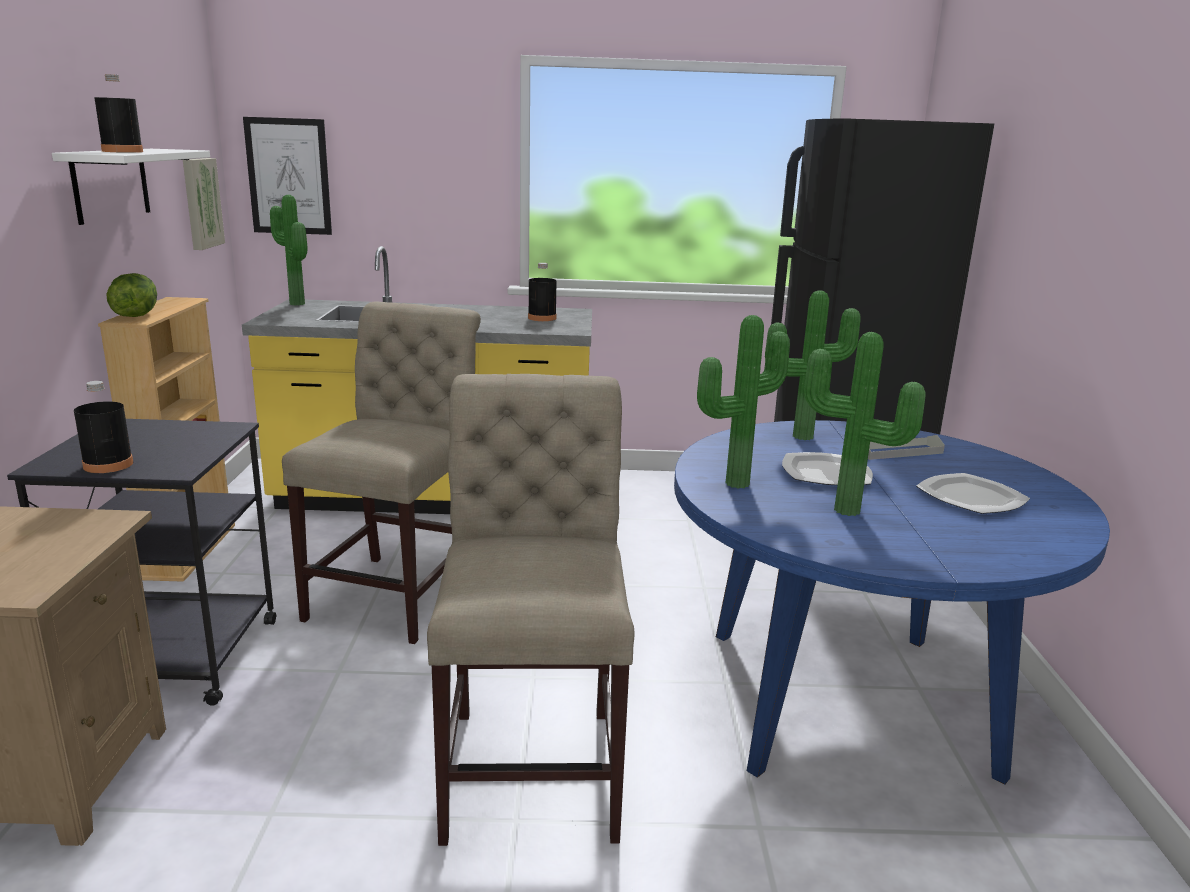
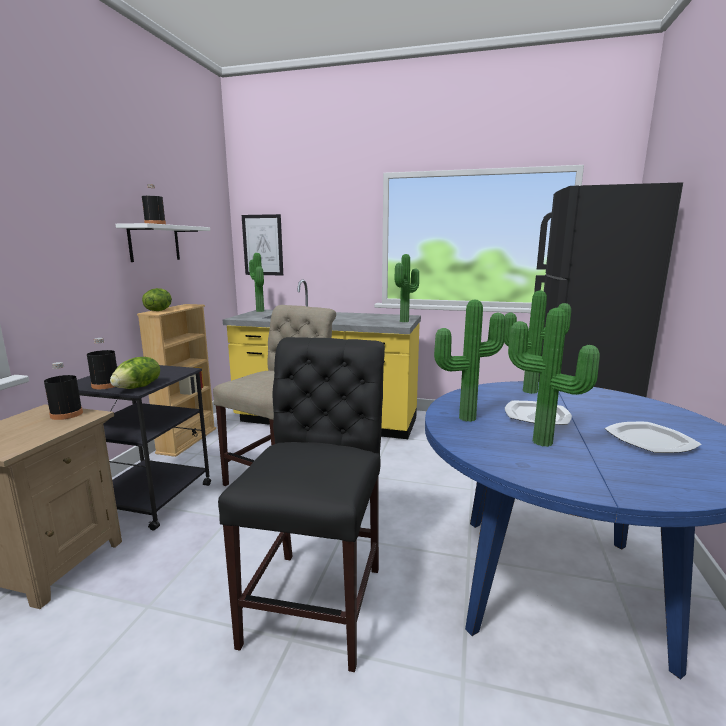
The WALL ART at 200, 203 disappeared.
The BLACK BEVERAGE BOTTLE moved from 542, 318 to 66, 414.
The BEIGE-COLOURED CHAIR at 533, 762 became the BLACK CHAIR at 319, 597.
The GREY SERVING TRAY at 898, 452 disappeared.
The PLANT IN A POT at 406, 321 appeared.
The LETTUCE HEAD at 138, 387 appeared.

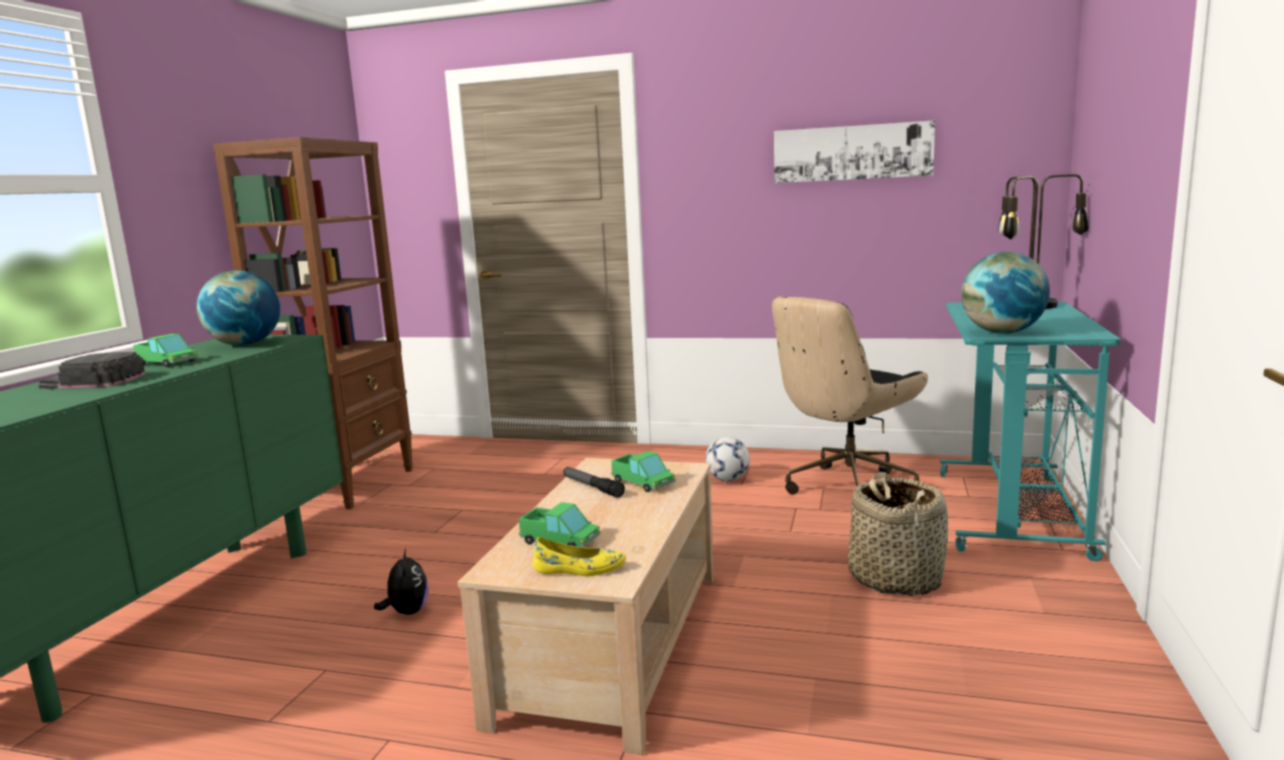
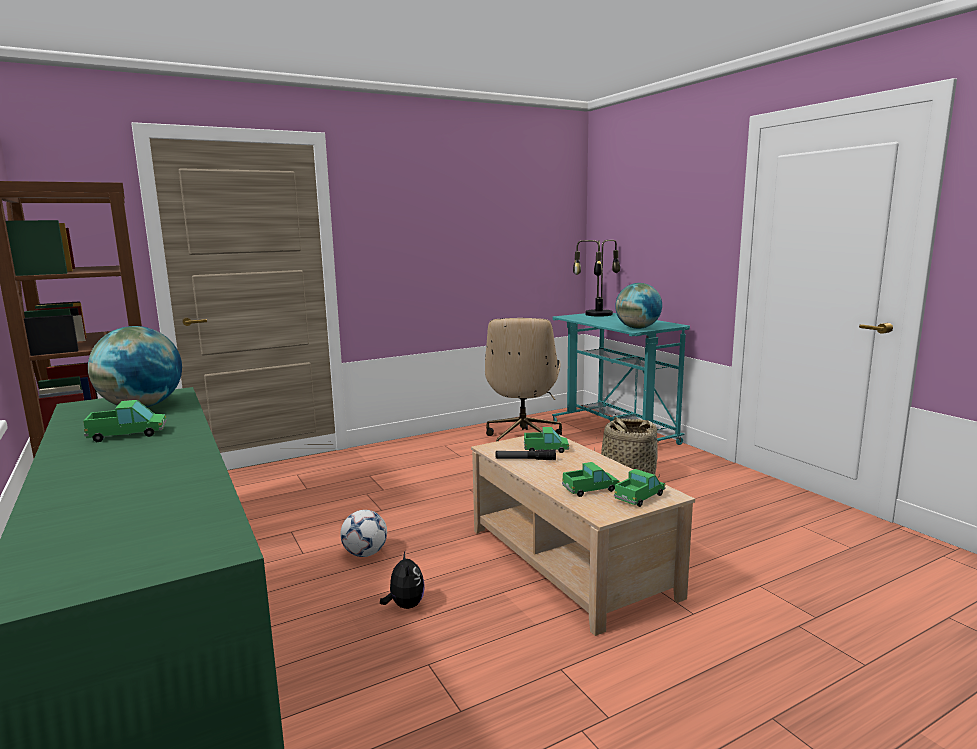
The WALL ART at 852, 153 disappeared.
The BLACK CAP at 92, 381 disappeared.
The FOOTBALL moved from 728, 479 to 365, 554.
The YELLOW LOW SHOE at 579, 569 was replaced by the MODEL TRUCK at 639, 497.
The SOFT TOY at 407, 612 turned 45 degrees clockwise.

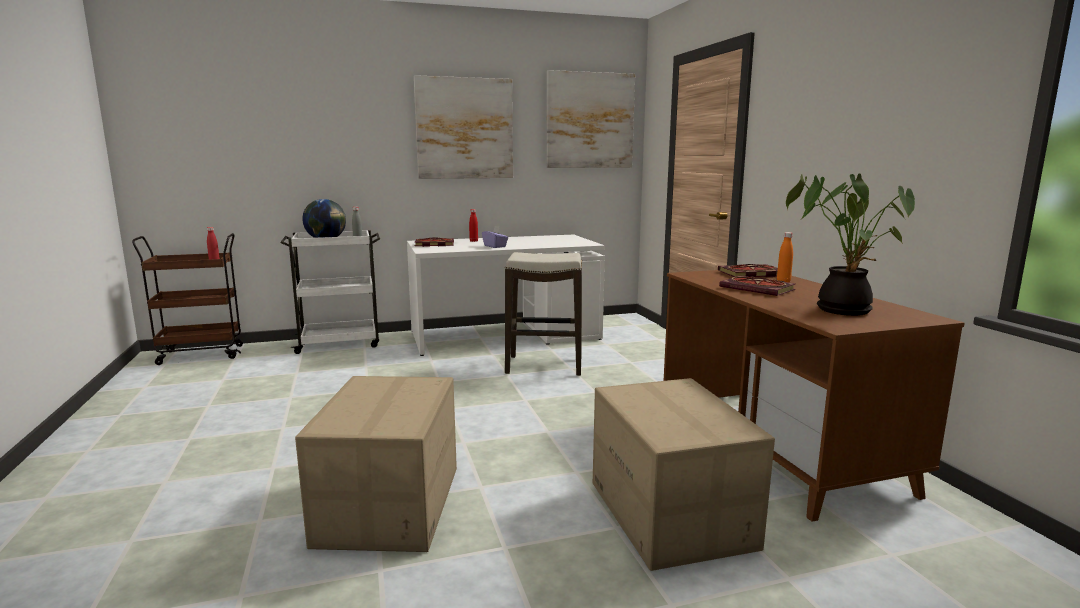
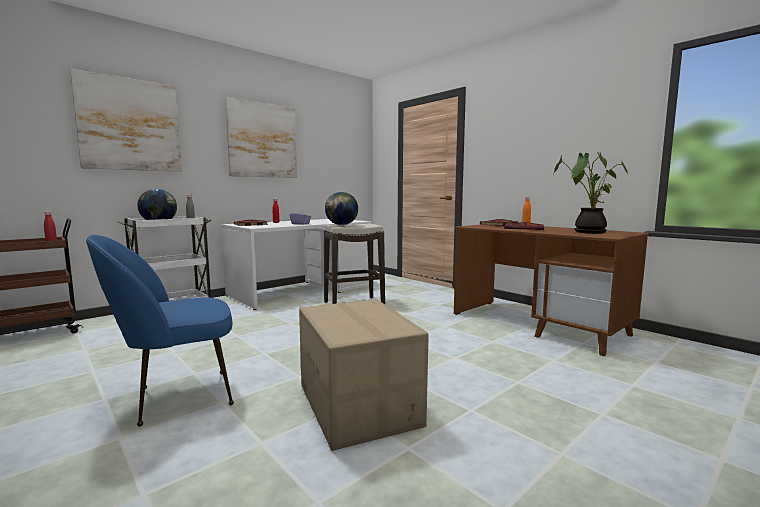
The WALL ART moved from 590, 120 to 130, 125.
The CARTON at 671, 514 disappeared.
The GLOBE at 341, 225 appeared.
The BLUE CHAIR at 175, 398 appeared.

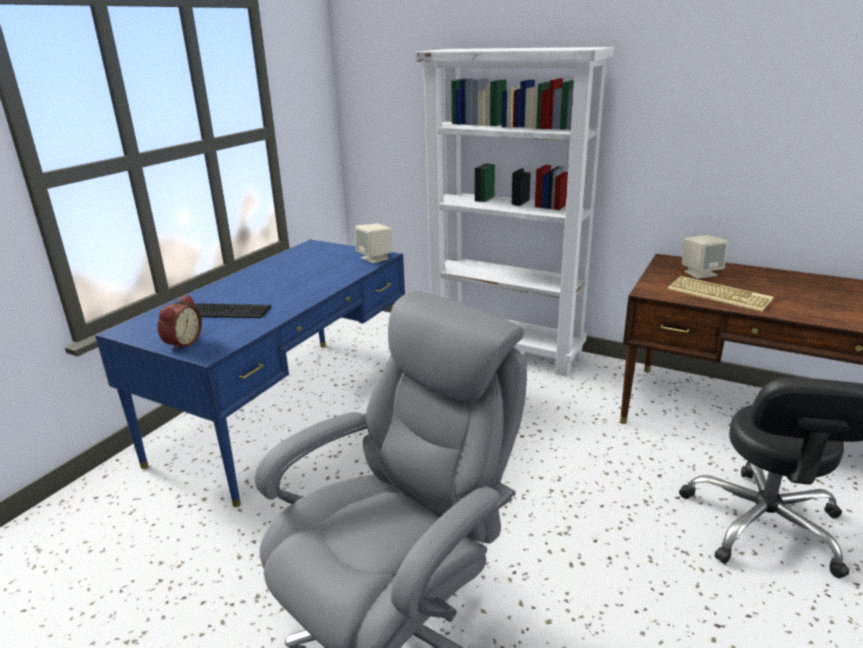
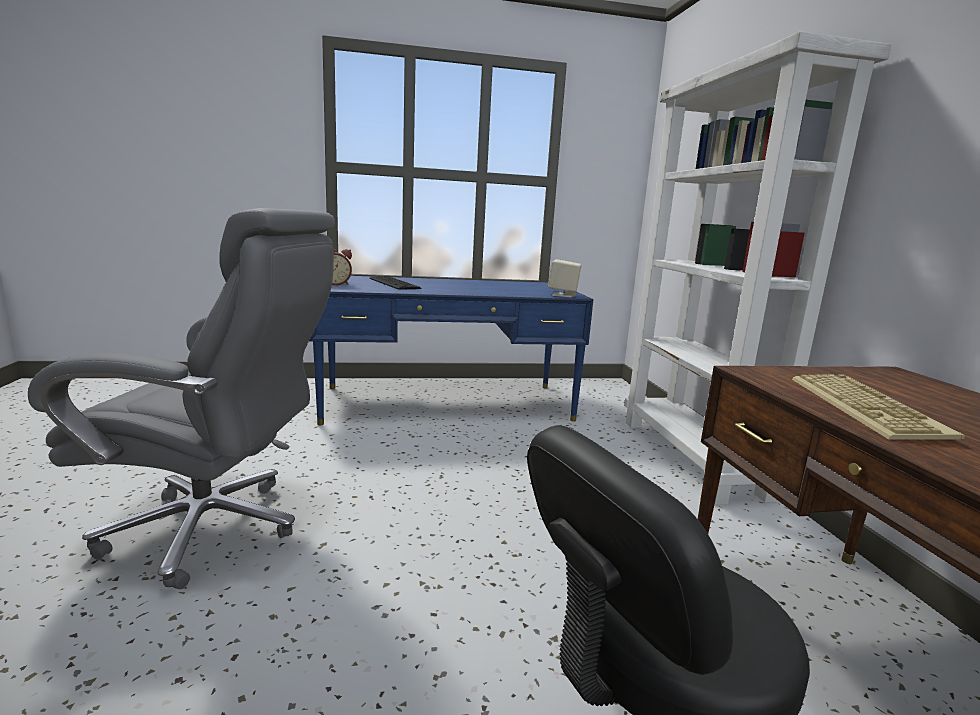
The BEIGE-COLOURED SPEAKER at 700, 273 disappeared.

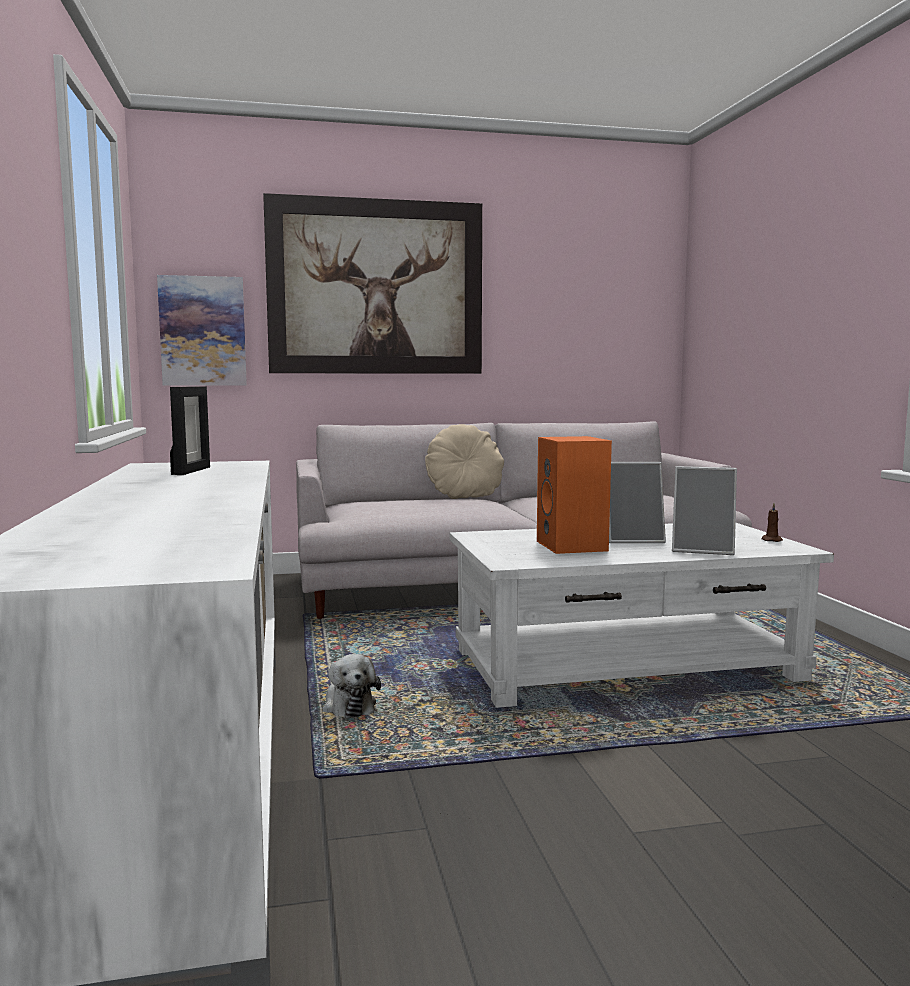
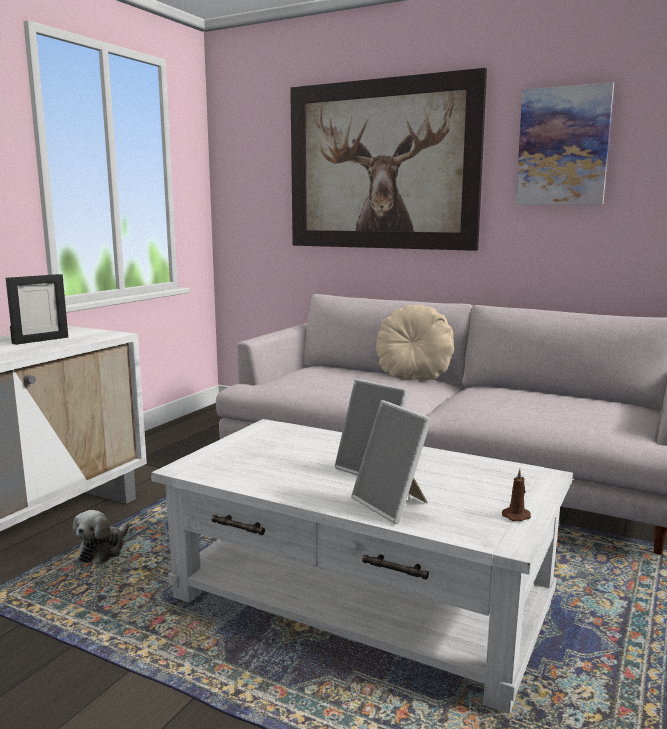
The WALL ART moved from 203, 331 to 563, 147.
The ORANGE SPEAKER at 573, 546 disappeared.

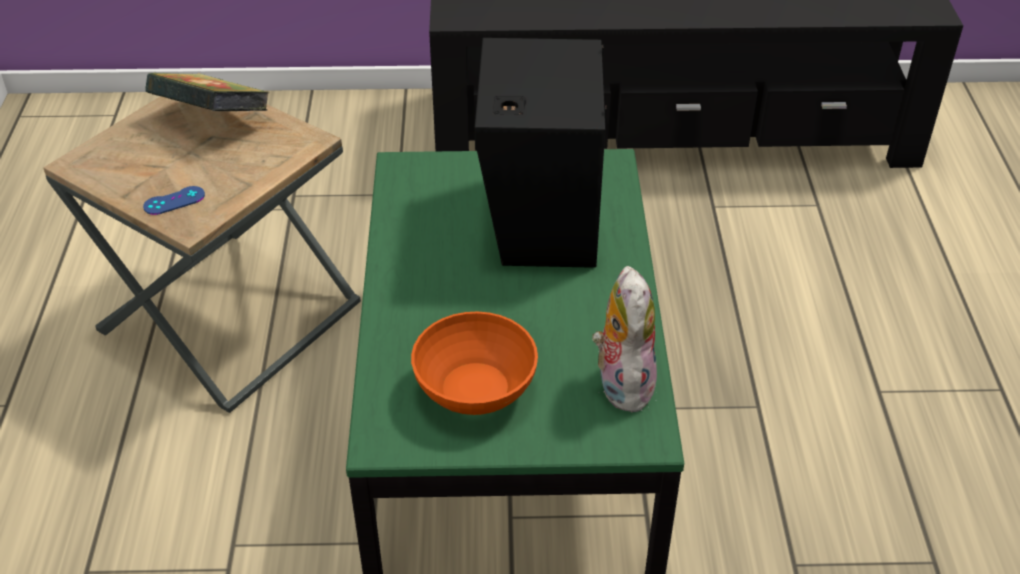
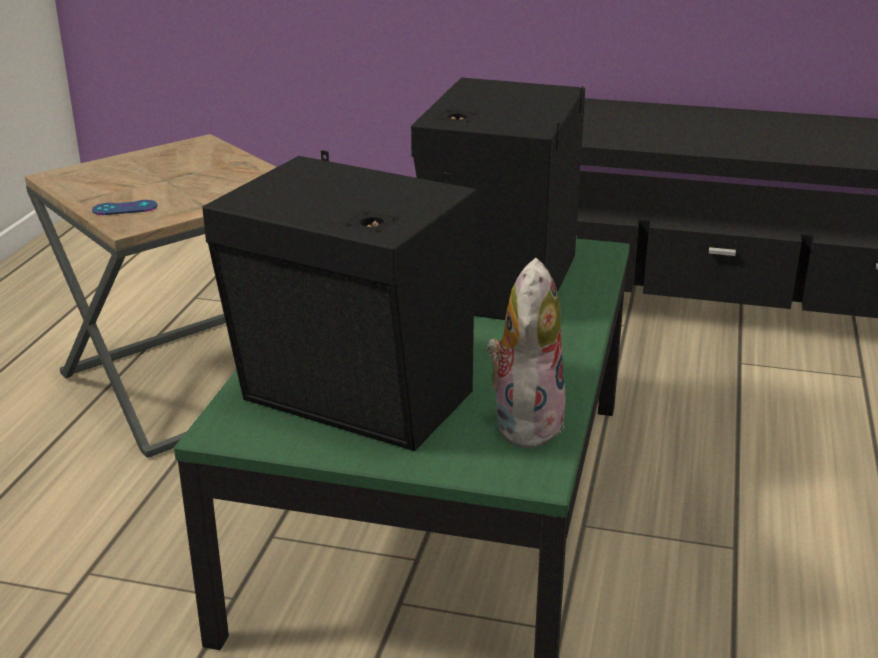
The VOLUME at 213, 120 disappeared.
The ORANGE SERVING BOWL at 476, 388 was replaced by the BLACK SPEAKER at 355, 402.

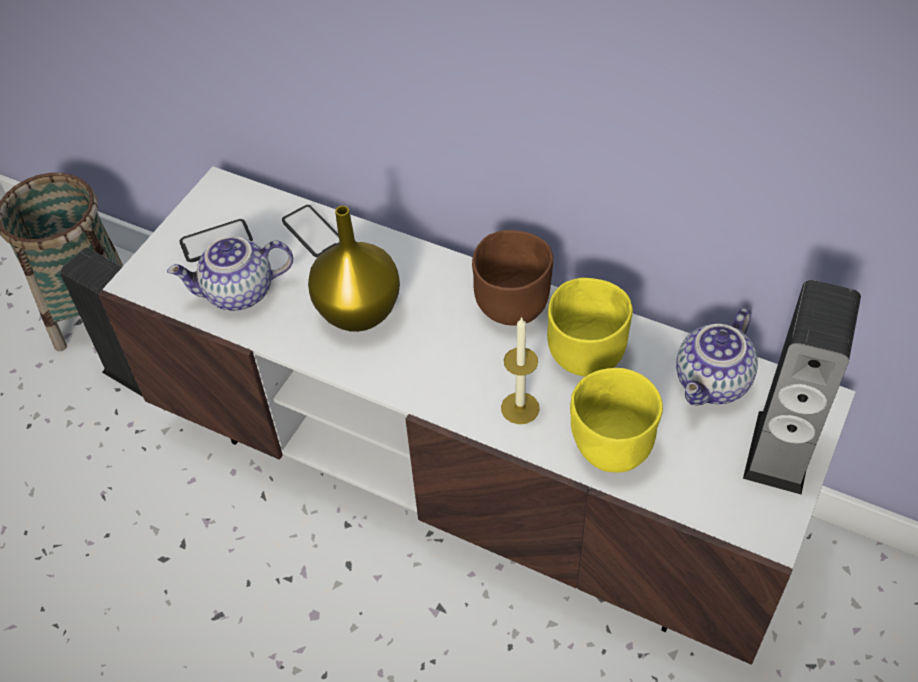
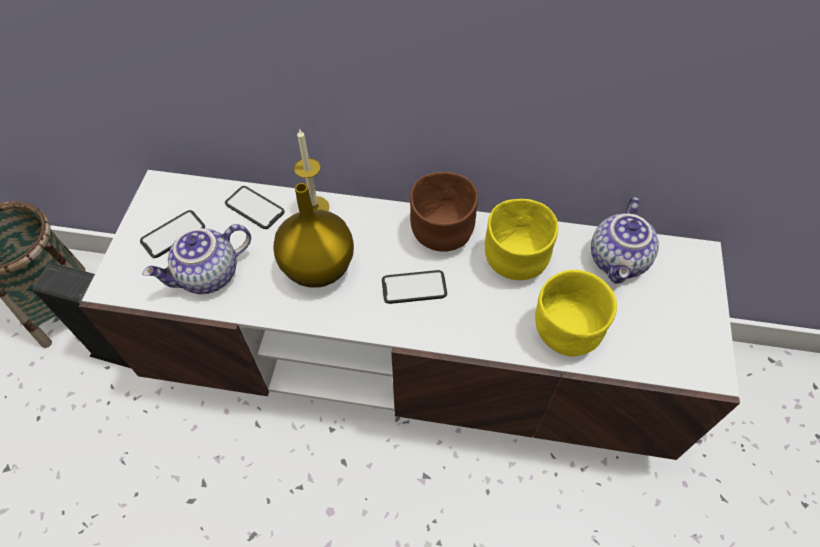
The SPEAKER at 779, 451 disappeared.
The CANDLE moved from 520, 408 to 314, 207.
The TELEPHONE at 414, 287 appeared.

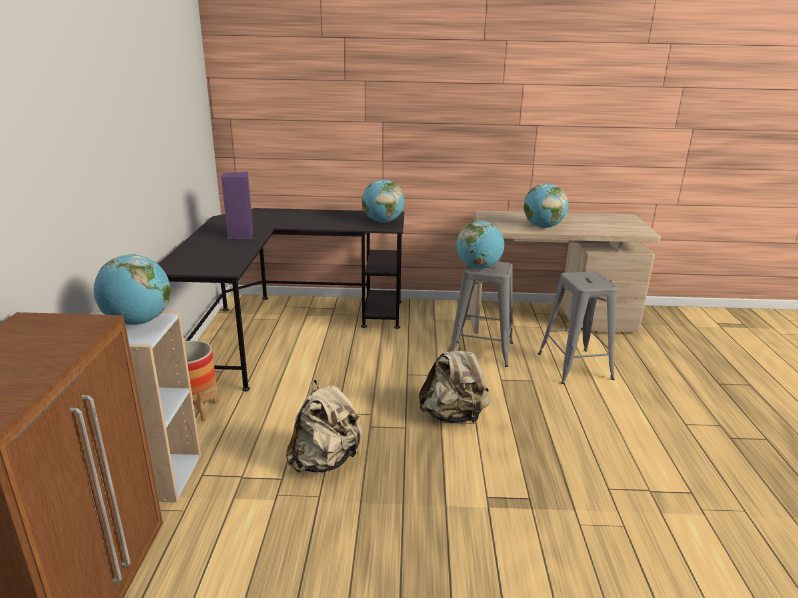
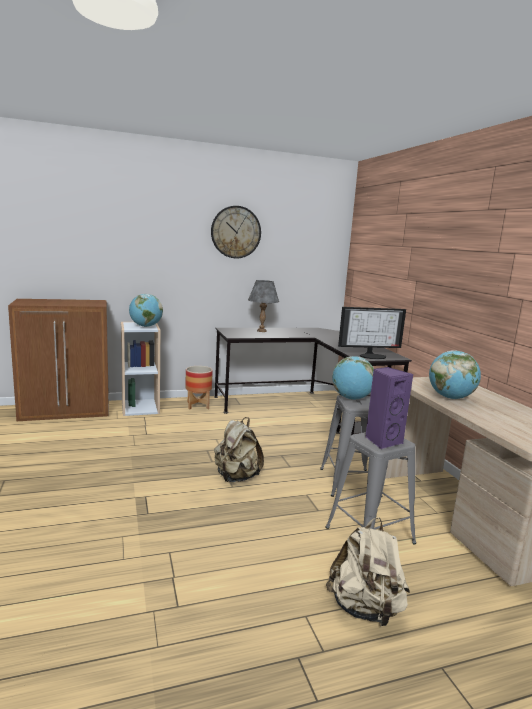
The PURPLE-COLOURED SPEAKER moved from 240, 235 to 382, 441.
The GLOBE at 383, 221 was replaced by the MONITOR at 372, 356.
The BEIGE-COLOURED KNAPSACK moved from 325, 460 to 365, 608.
The WALL CLOCK at 236, 232 appeared.
The GREY TABLE LAMP at 261, 331 appeared.

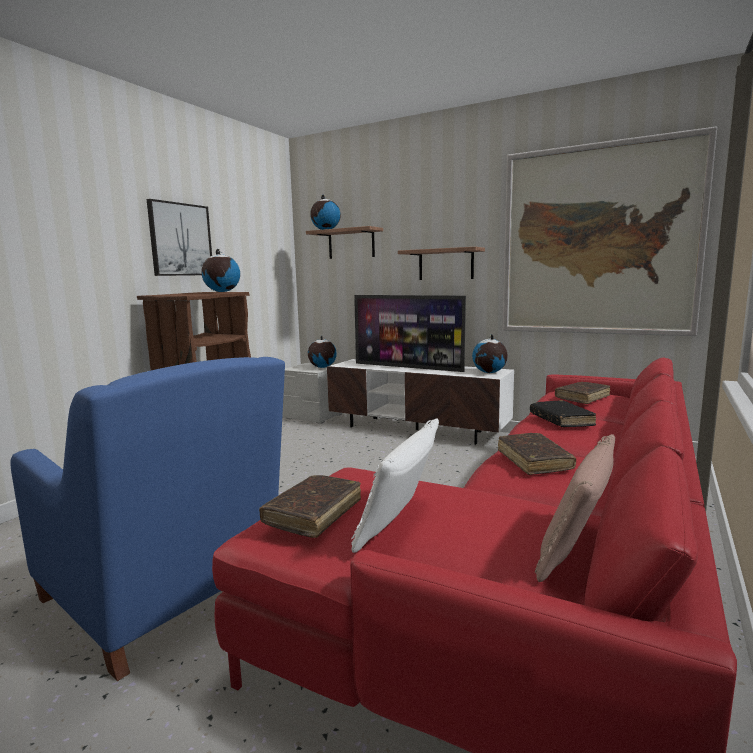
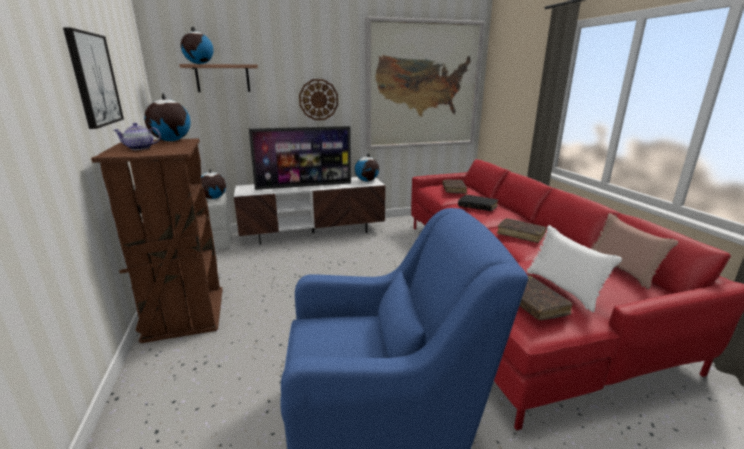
The BRACKET SHELF at 446, 264 was replaced by the WALL CLOCK at 318, 99.
The TEAPOT at 139, 148 appeared.

